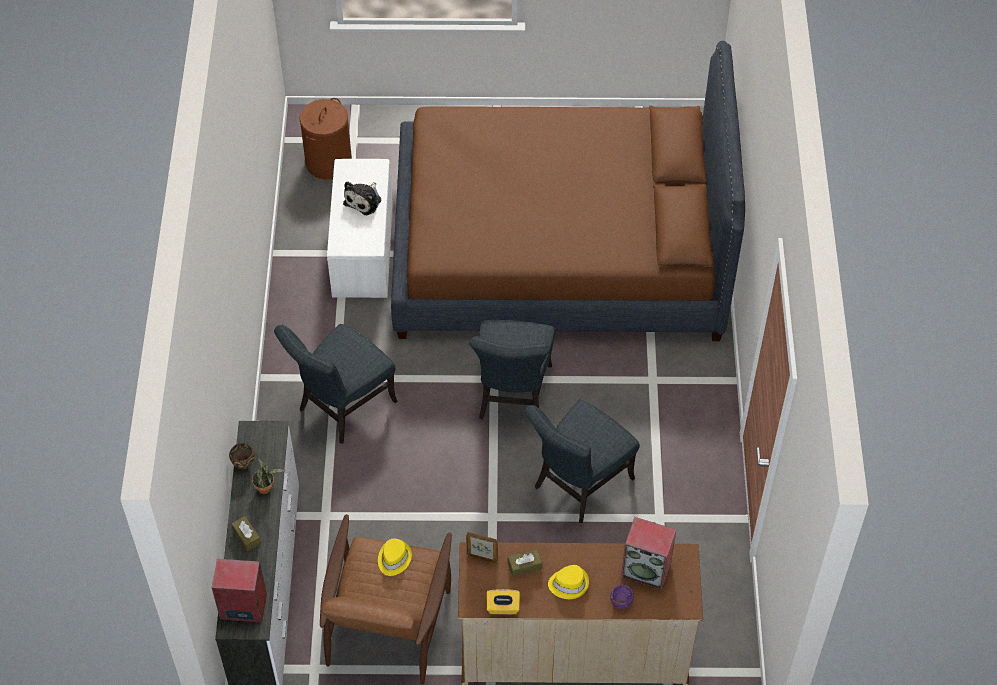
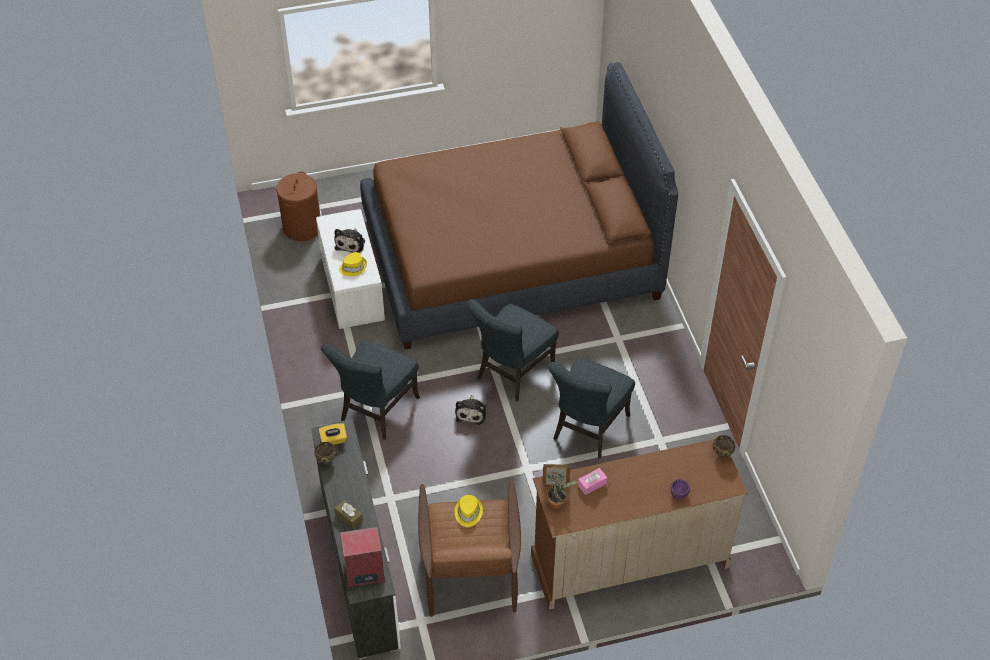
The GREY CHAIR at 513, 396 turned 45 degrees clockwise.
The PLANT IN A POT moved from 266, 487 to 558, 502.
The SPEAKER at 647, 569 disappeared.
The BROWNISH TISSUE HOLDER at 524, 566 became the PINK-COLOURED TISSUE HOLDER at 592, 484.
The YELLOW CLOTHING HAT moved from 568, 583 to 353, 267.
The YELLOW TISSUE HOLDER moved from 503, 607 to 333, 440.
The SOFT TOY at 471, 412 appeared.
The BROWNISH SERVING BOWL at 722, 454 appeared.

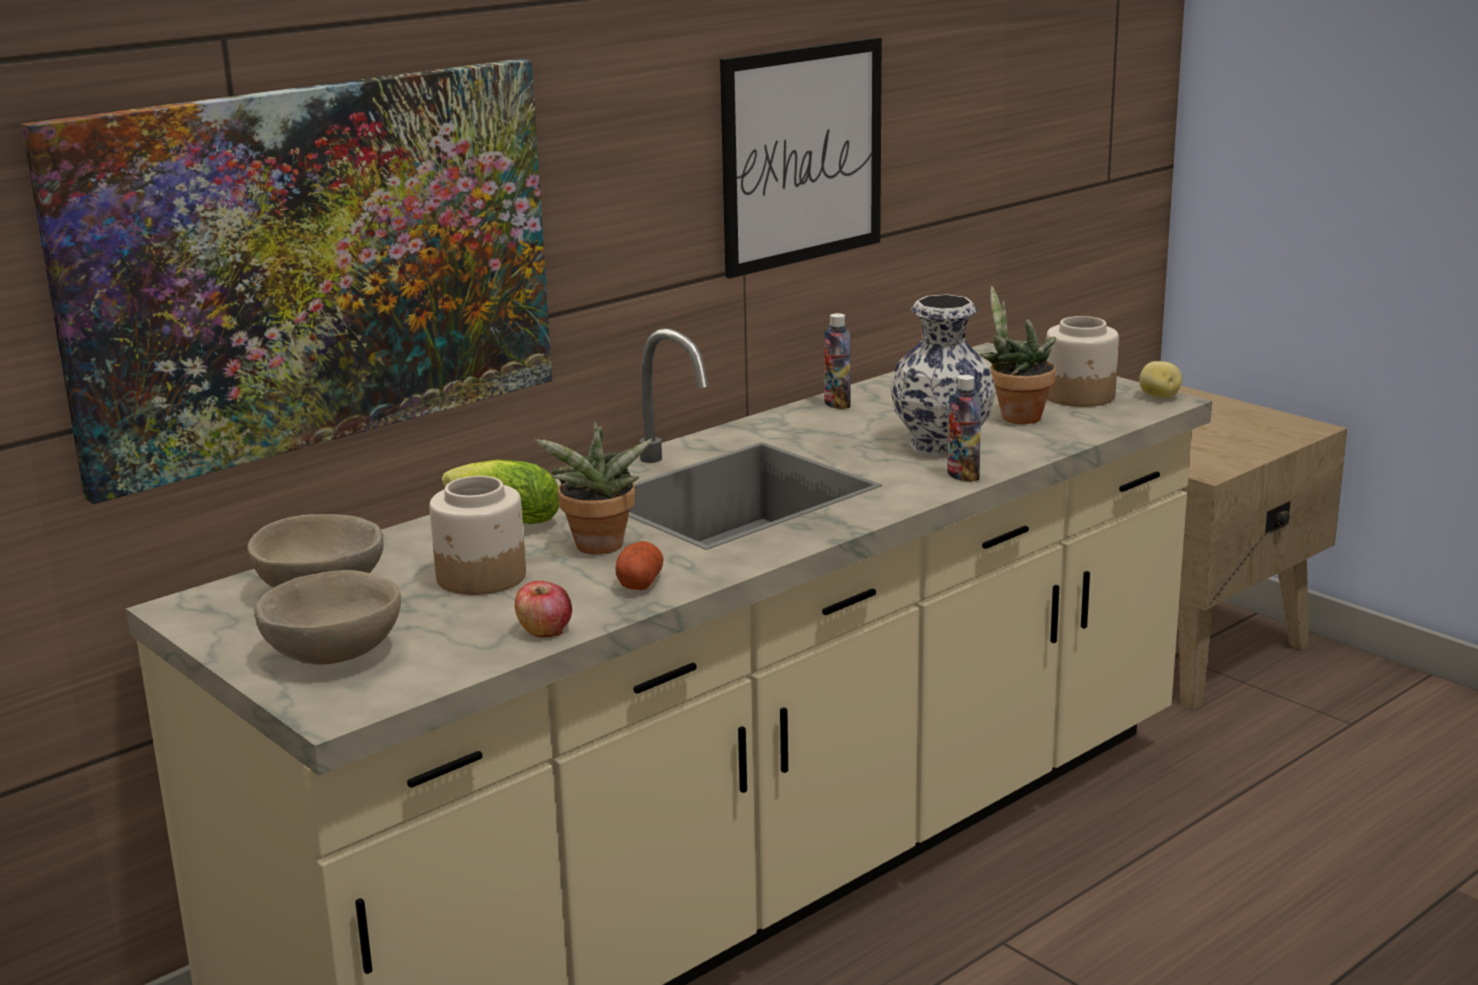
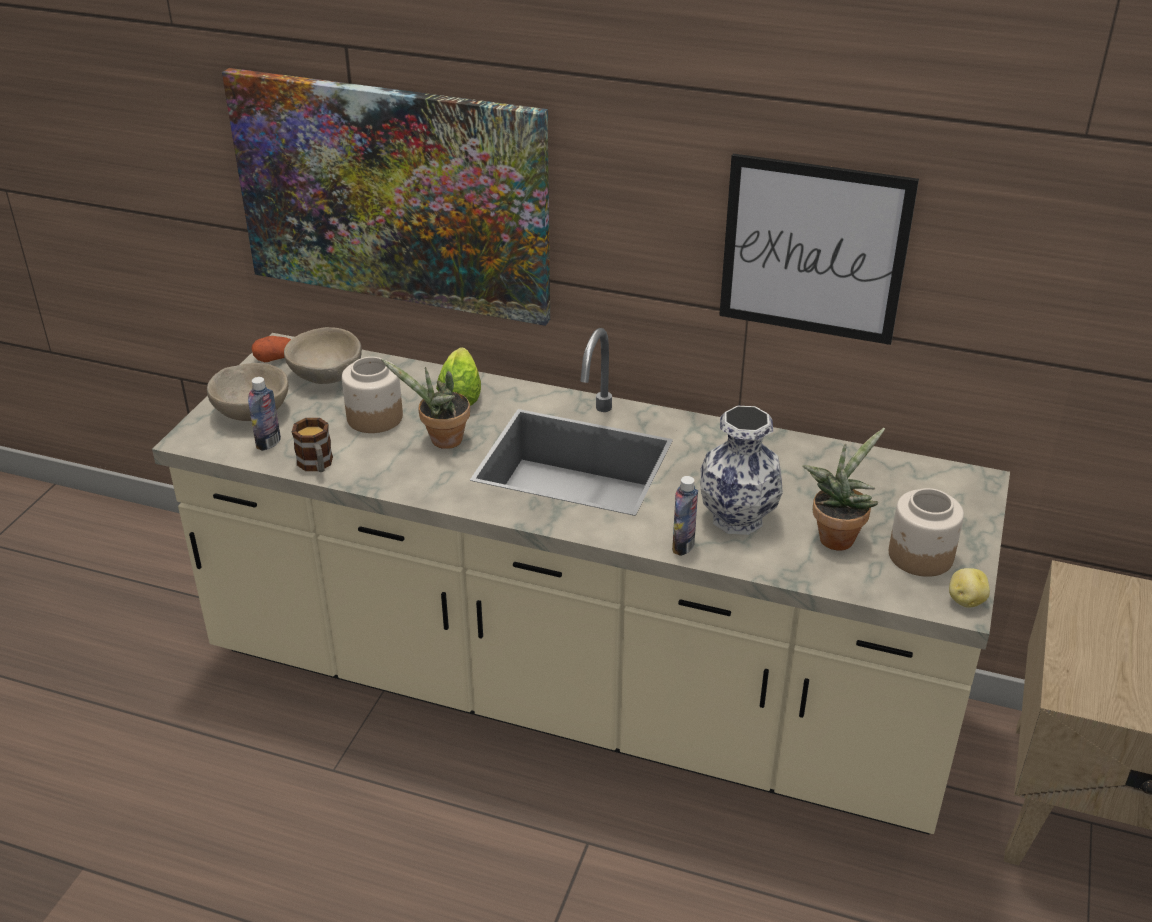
The BEVERAGE BOTTLE moved from 837, 404 to 268, 443.
The WHOLE POTATO moved from 639, 582 to 275, 358.
The APPLE at 544, 630 was replaced by the MUG at 317, 465.

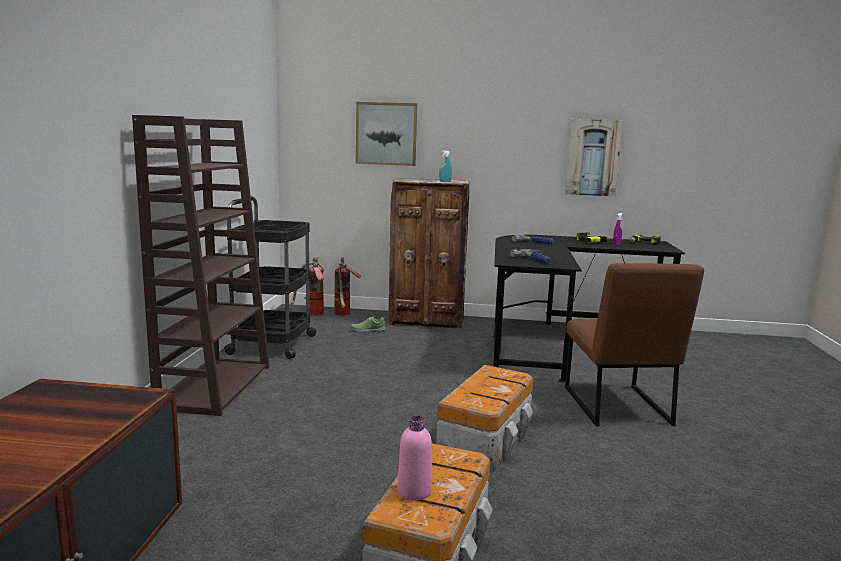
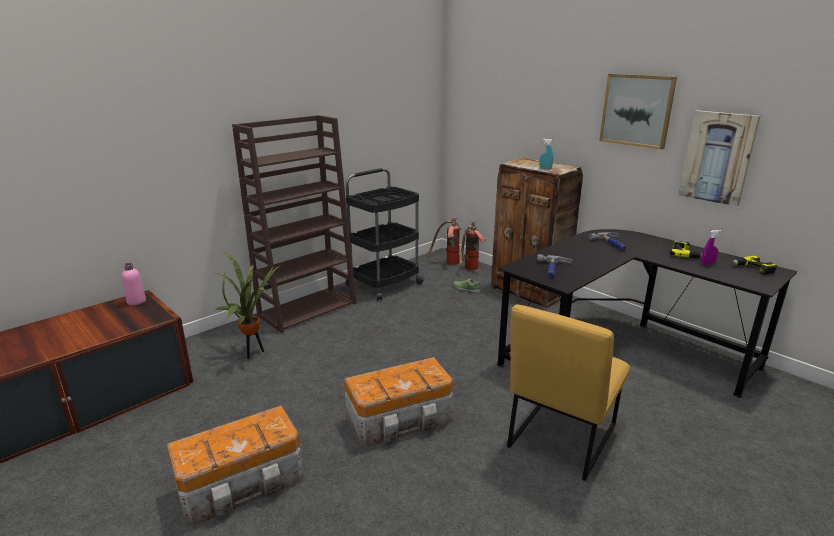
The WALL ART moved from 386, 134 to 637, 110.
The BROWNISH CHAIR at 617, 406 became the YELLOW CHAIR at 560, 437.
The PINK-COLOURED BEVERAGE BOTTLE moved from 414, 491 to 136, 301.
The PLANT IN A POT at 253, 352 appeared.

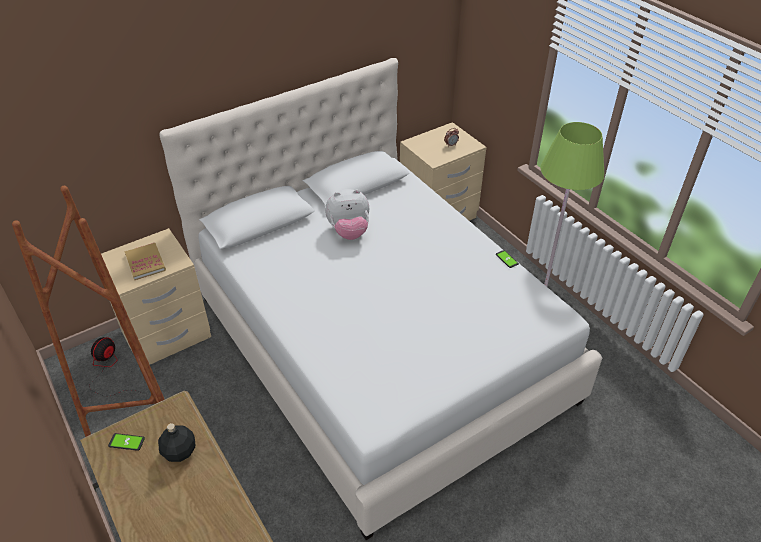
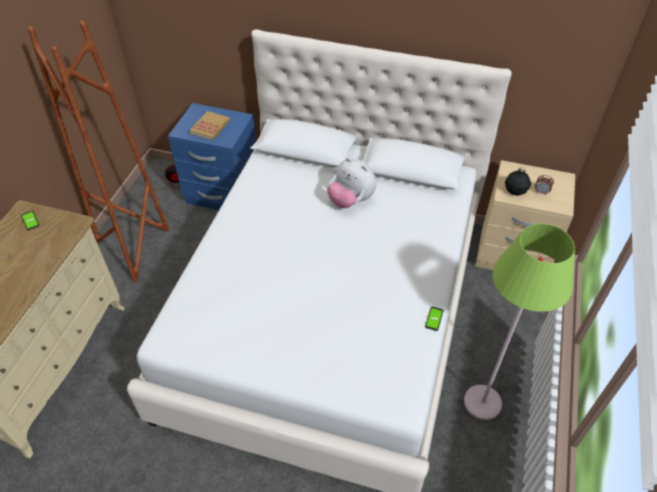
The BEIGE-COLOURED NIGHT TABLE at 167, 335 became the BLUE NIGHT TABLE at 223, 194.
The BLACK BEVERAGE BOTTLE moved from 180, 451 to 515, 191.

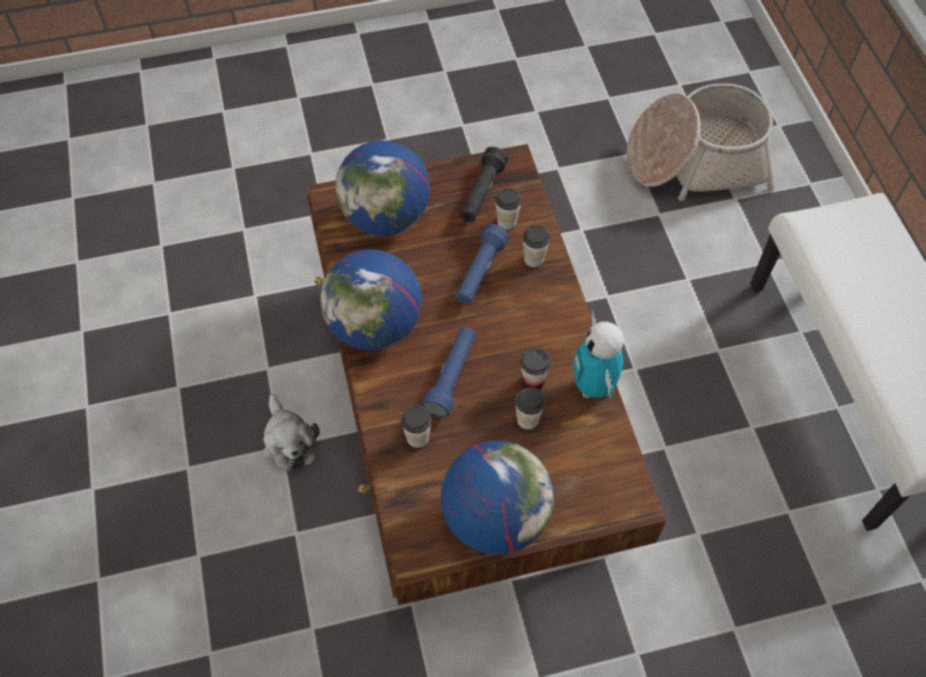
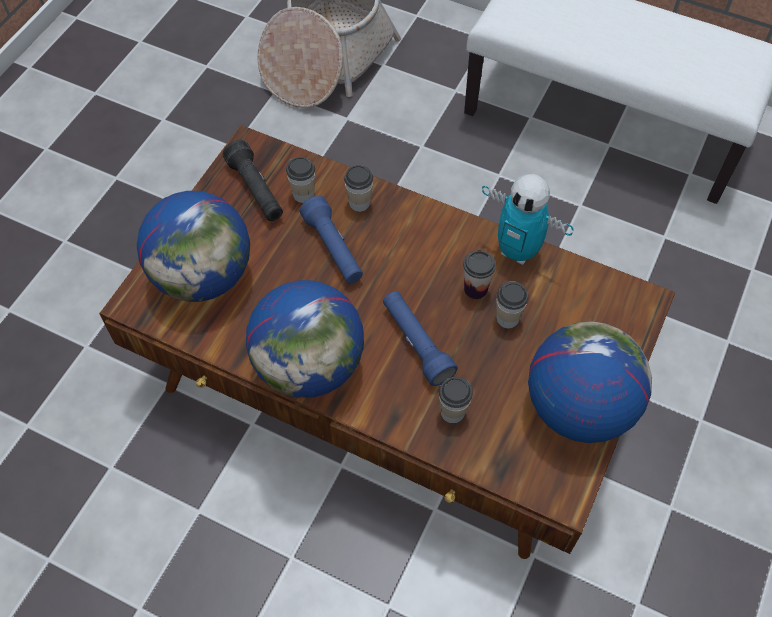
The SOFT TOY at 289, 441 disappeared.

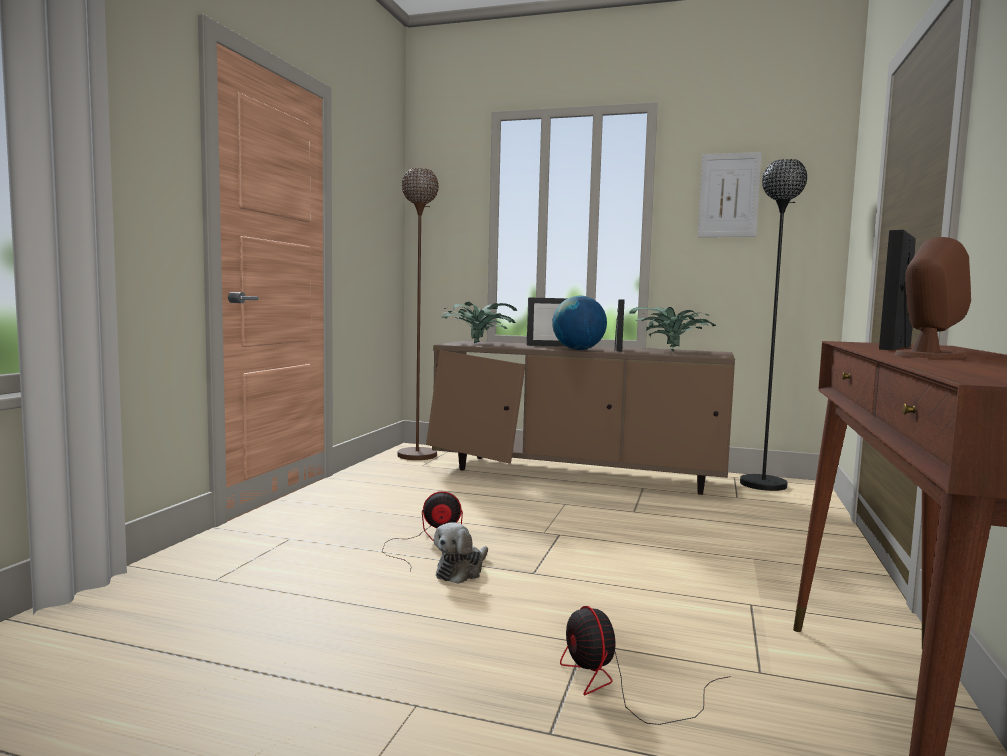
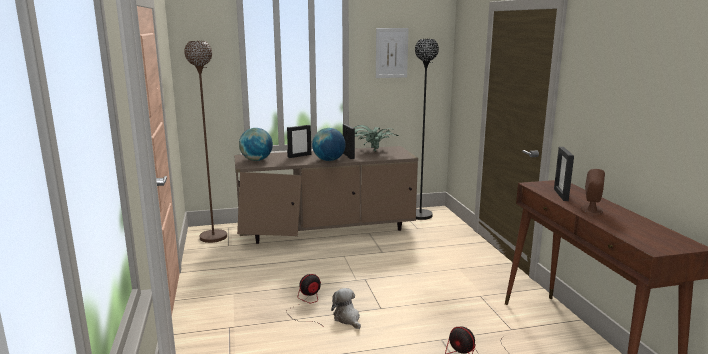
The PLANT IN A POT at 478, 343 was replaced by the GLOBE at 256, 160.
The SOFT TOY at 461, 571 turned 150 degrees clockwise.

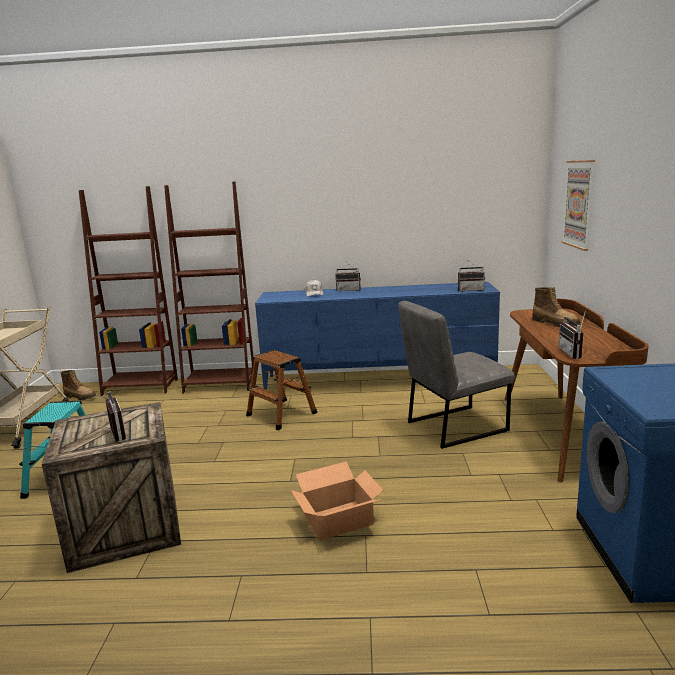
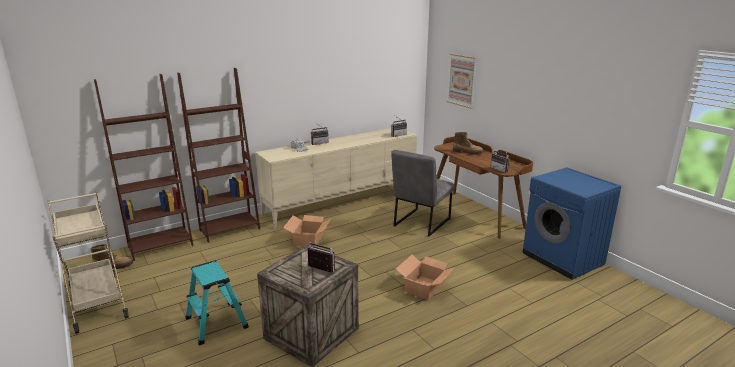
The BLUE STORAGE CABINET at 379, 379 became the BEIGE-COLOURED STORAGE CABINET at 342, 202.
The BROWNISH STEP LADDER at 281, 414 was replaced by the CARTON at 309, 239.

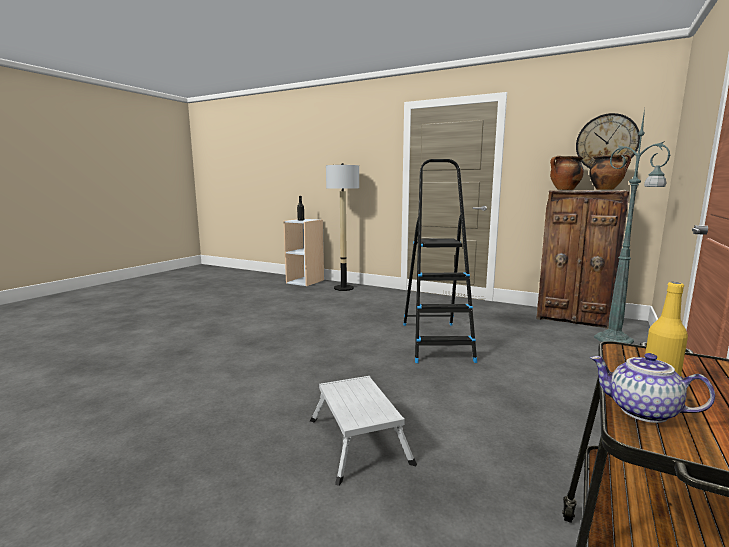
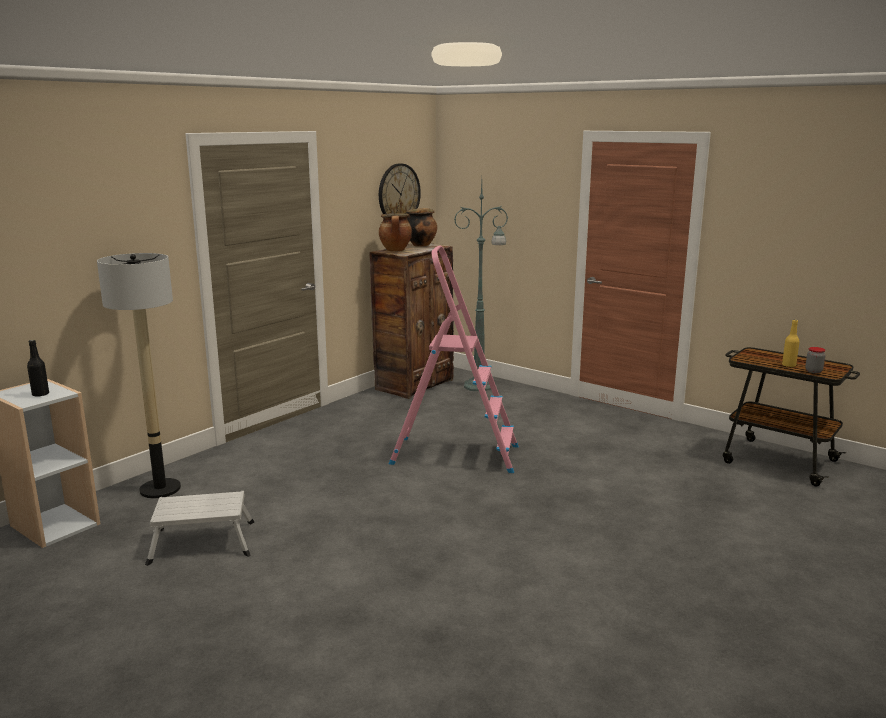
The BLACK STEP LADDER at 436, 341 became the PINK-COLOURED STEP LADDER at 456, 455.
The TEAPOT at 642, 412 was replaced by the JAR at 813, 371.
The WHITISH STEP LADDER moved from 359, 441 to 203, 542.

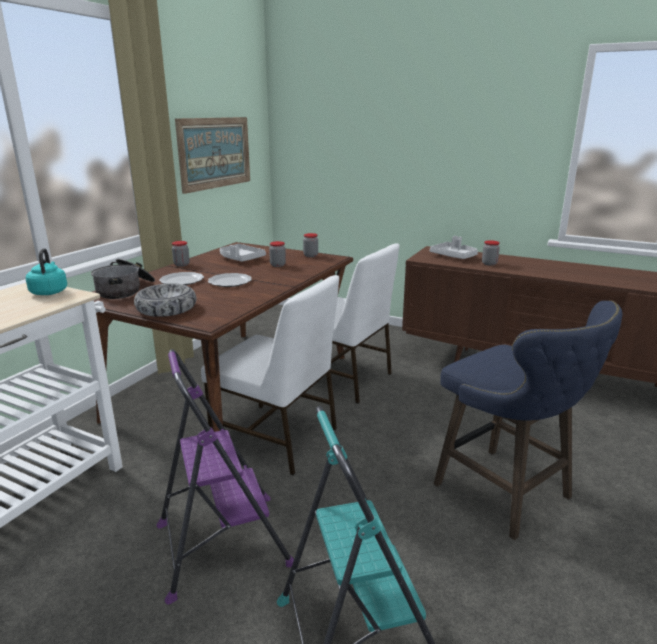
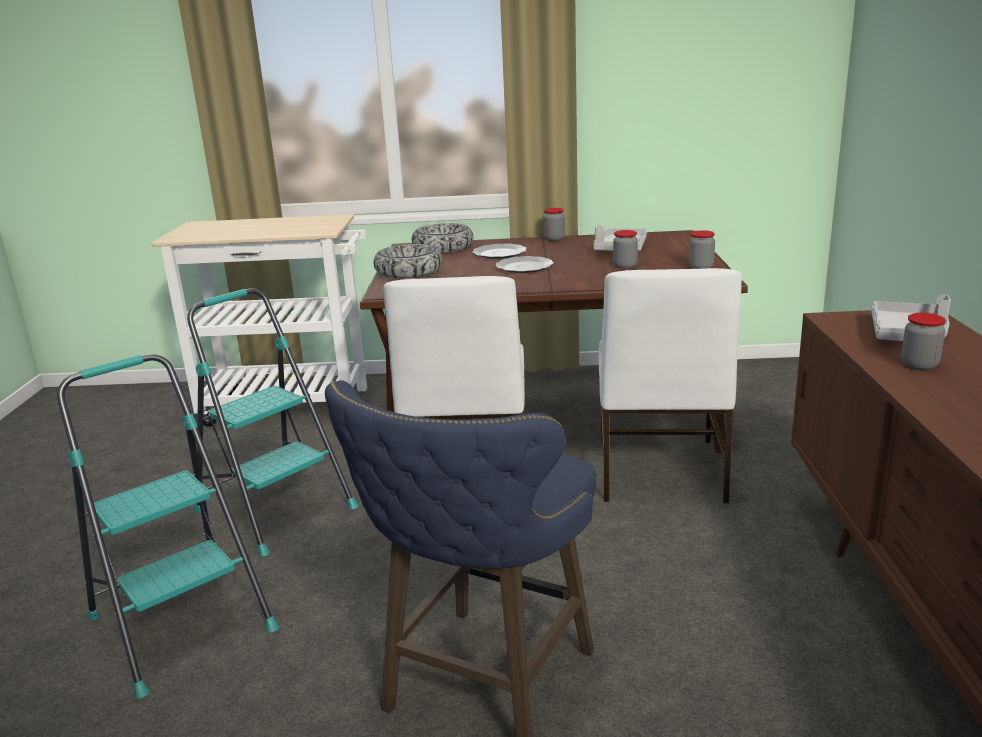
The WALL ART at 215, 153 disappeared.
The TURQUOISE WATER KETTLE at 49, 291 disappeared.
The SAUCEPOT at 125, 290 was replaced by the SERVING BOWL at 443, 248.
The PURPLE-COLOURED STEP LADDER at 218, 544 became the TURQUOISE STEP LADDER at 273, 506.

